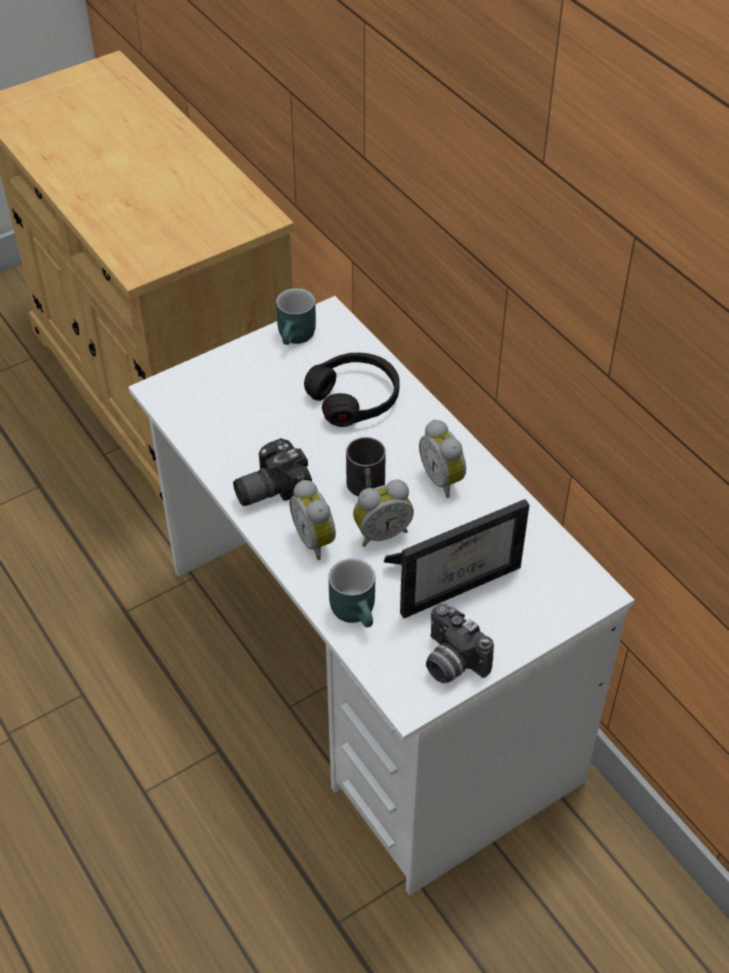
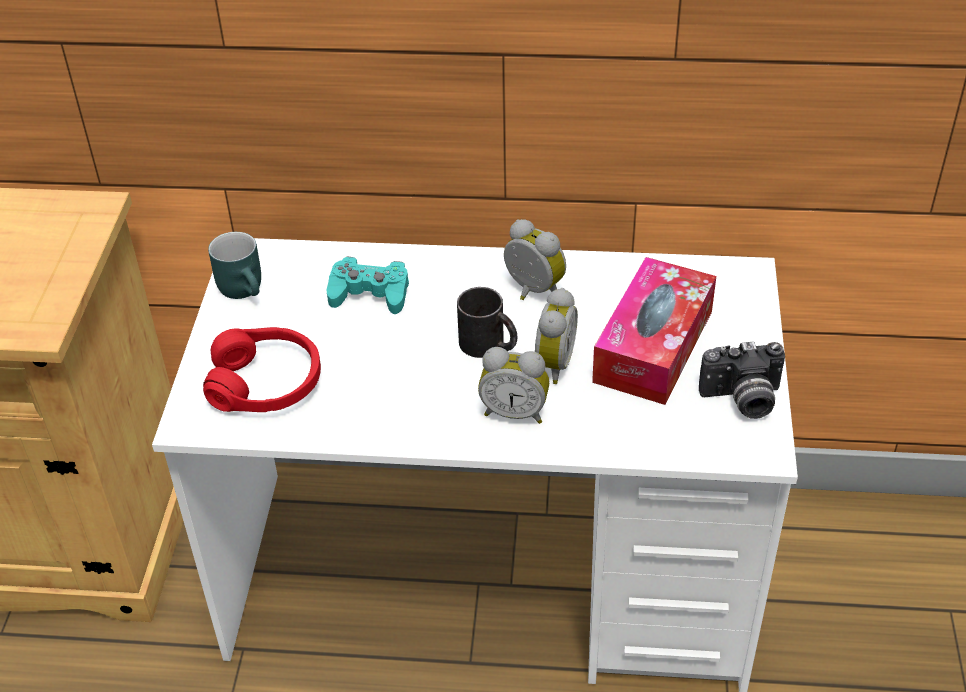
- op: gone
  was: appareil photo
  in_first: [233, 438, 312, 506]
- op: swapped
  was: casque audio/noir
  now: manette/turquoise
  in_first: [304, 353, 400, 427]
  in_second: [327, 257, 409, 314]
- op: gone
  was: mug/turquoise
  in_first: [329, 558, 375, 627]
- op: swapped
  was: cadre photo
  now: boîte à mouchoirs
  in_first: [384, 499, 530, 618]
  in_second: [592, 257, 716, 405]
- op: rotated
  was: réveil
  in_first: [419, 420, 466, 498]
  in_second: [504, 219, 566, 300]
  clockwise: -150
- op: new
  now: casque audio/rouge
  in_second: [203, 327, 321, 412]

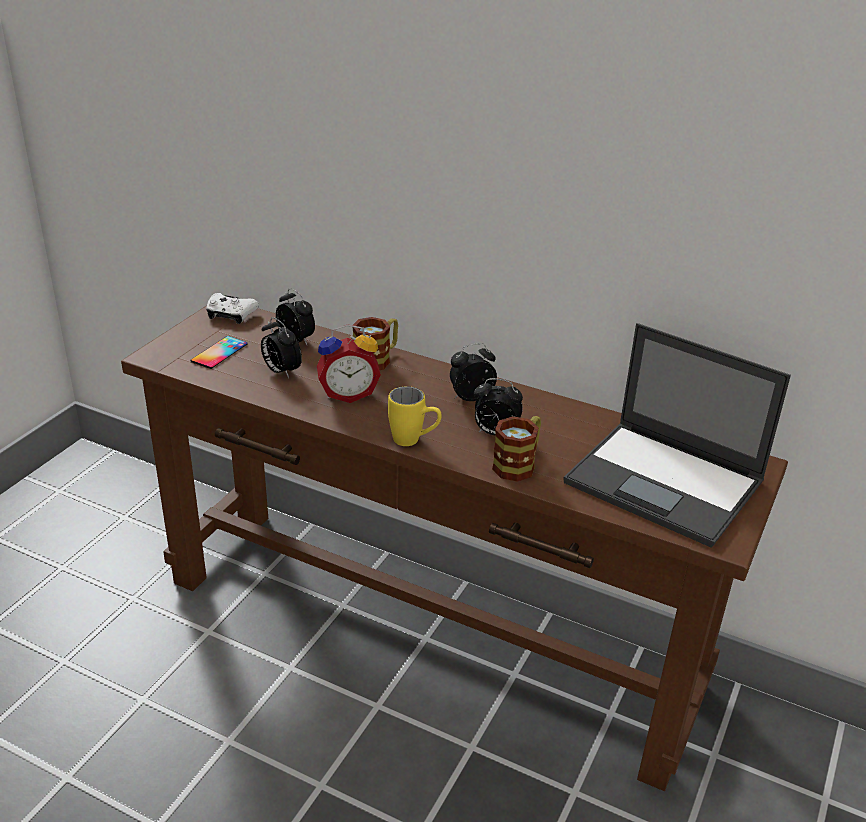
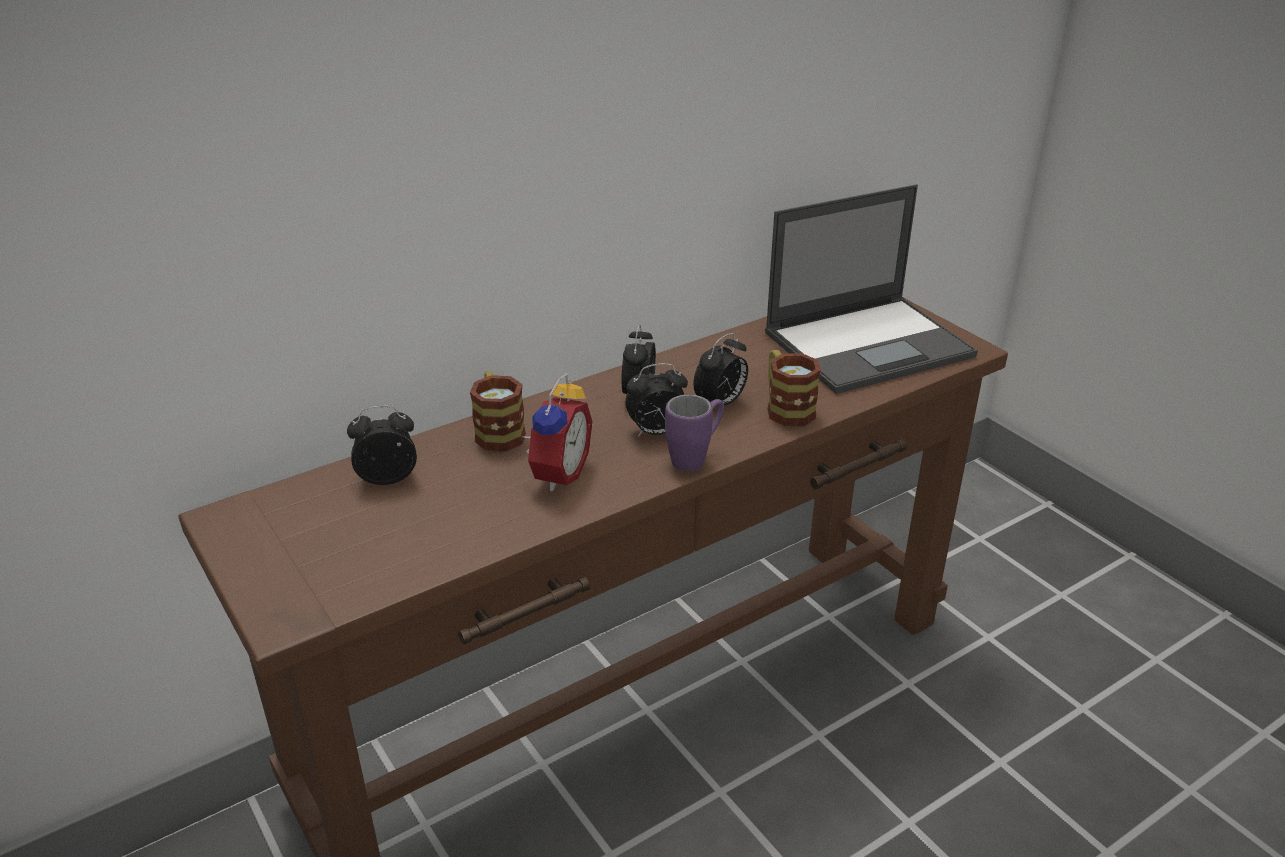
- op: gone
  was: téléphone
  in_first: [190, 336, 247, 369]
- op: gone
  was: manette/blanc
  in_first: [206, 293, 259, 324]
- op: shifted
  was: réveil
  in_first: [261, 317, 302, 378]
  in_second: [626, 363, 688, 437]
- op: repainted
  was: mug/jaune
  now: mug/violet
  in_first: [388, 386, 441, 446]
  in_second: [665, 394, 724, 471]

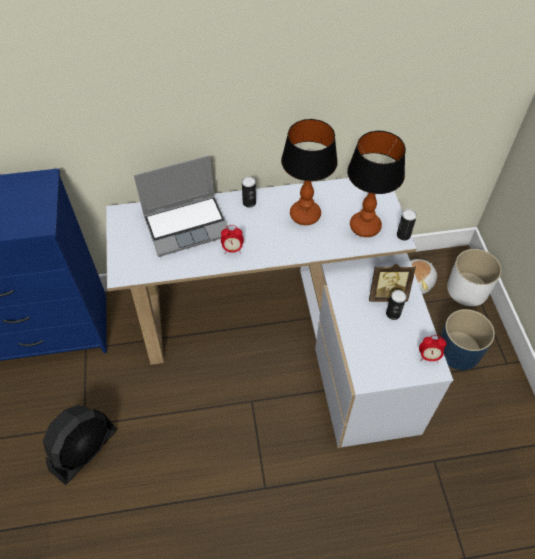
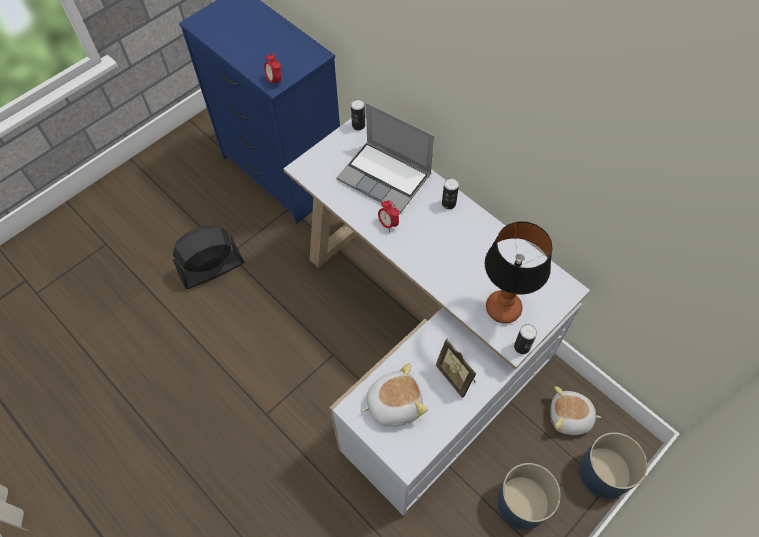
- op: rotated
  was: ventilateur/noir
  in_first: [43, 405, 117, 485]
  in_second: [173, 224, 244, 289]
  clockwise: 150
- op: gone
  was: lampe de table
  in_first: [281, 119, 338, 225]
- op: shifted
  was: boîte métallique
  in_first: [386, 290, 406, 320]
  in_second: [351, 99, 365, 130]
- op: shifted
  was: réveil
  in_first: [419, 335, 446, 362]
  in_second: [264, 53, 281, 88]
- op: repainted
  was: cache-pot/blanc
  now: cache-pot/bleu
  in_first: [447, 249, 502, 306]
  in_second: [579, 432, 647, 499]
- op: new
  now: peluche
  in_second: [361, 363, 428, 426]

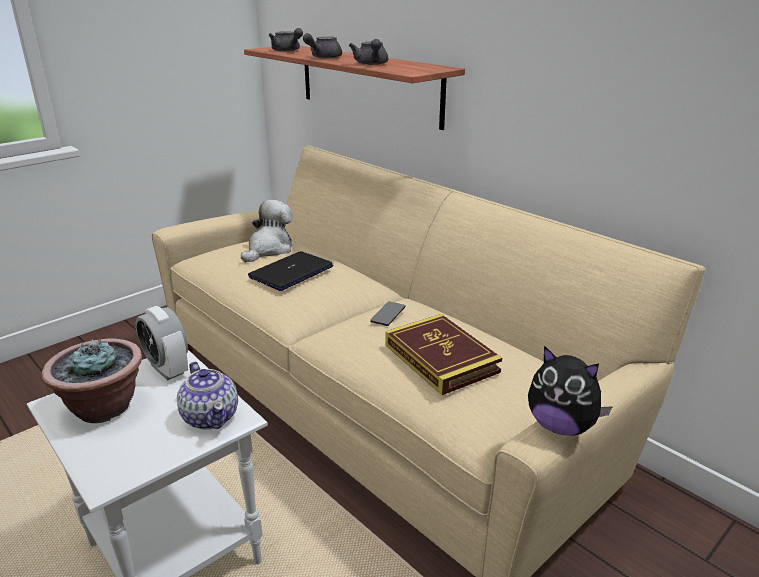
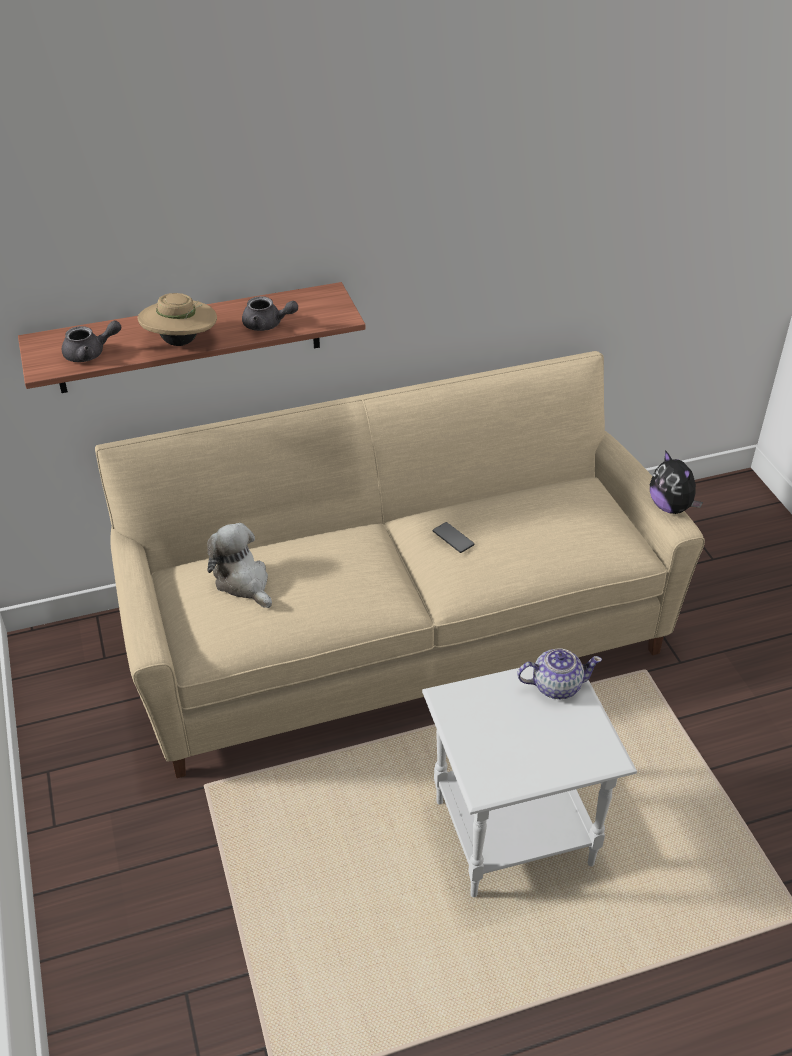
- op: gone
  was: plante en pot
  in_first: [42, 338, 142, 423]
- op: gone
  was: réveil
  in_first: [135, 306, 188, 381]
- op: gone
  was: ordinateur portable
  in_first: [248, 251, 333, 291]
- op: swapped
  was: théière/gris
  now: chapeau/beige
  in_first: [303, 33, 342, 58]
  in_second: [138, 293, 217, 346]
- op: gone
  was: livre
  in_first: [386, 314, 502, 395]
- op: rotated
  was: peluche
  in_first: [528, 346, 613, 436]
  in_second: [650, 450, 703, 514]
  clockwise: 90

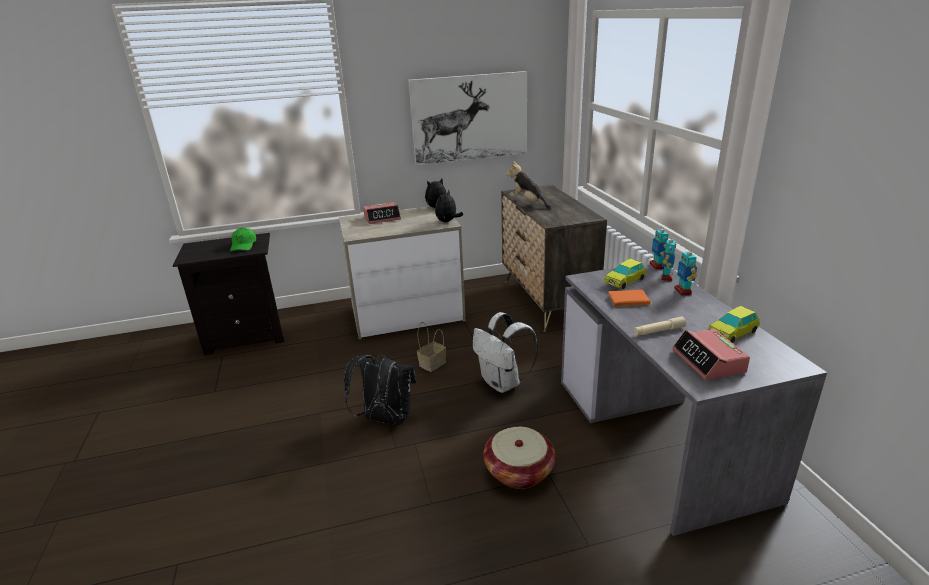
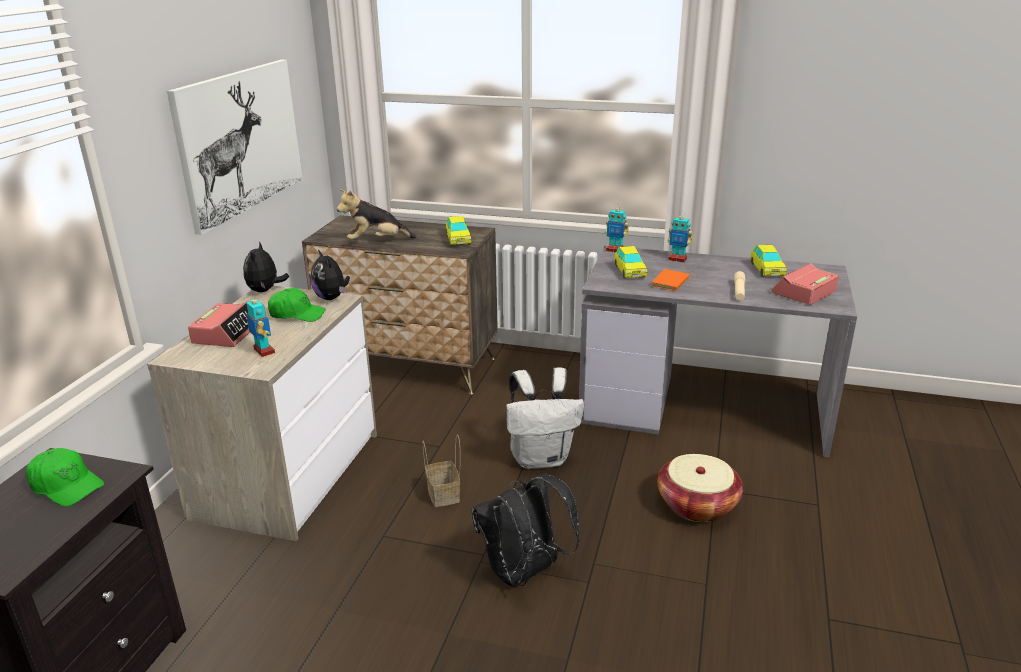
- op: shifted
  was: robot jouet
  in_first: [662, 236, 676, 281]
  in_second: [246, 294, 275, 357]
- op: rotated
  was: réveil
  in_first: [672, 329, 750, 380]
  in_second: [771, 263, 839, 305]
  clockwise: 120
- op: new
  now: casquette/vert
  in_second: [268, 288, 326, 322]
- op: new
  now: petite voiture
  in_second: [446, 216, 471, 246]

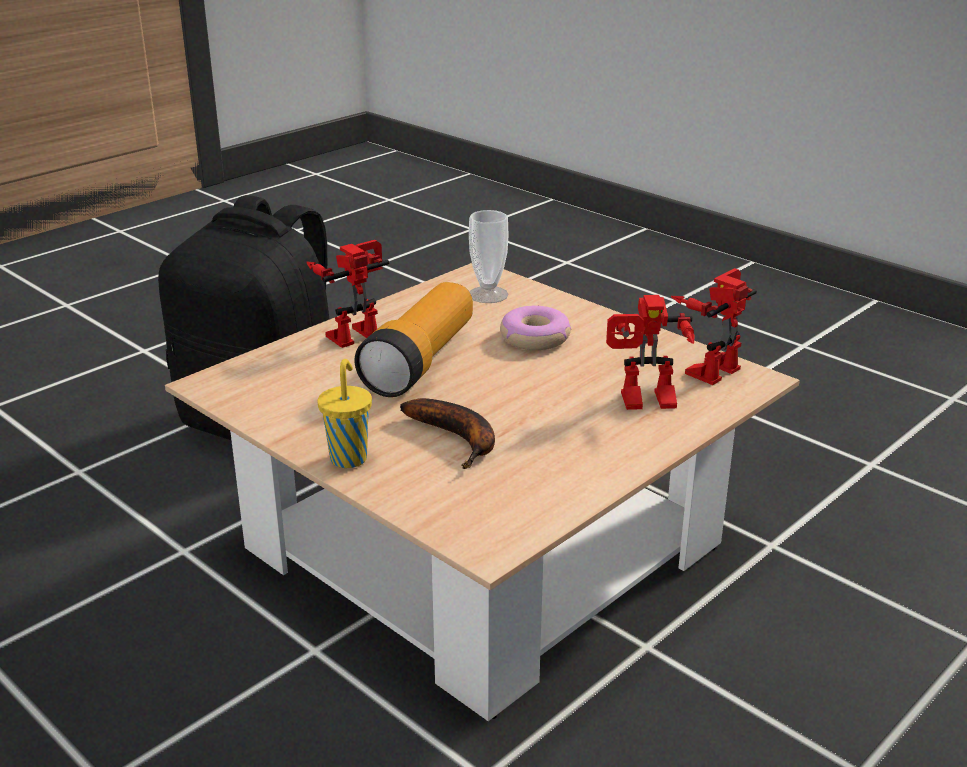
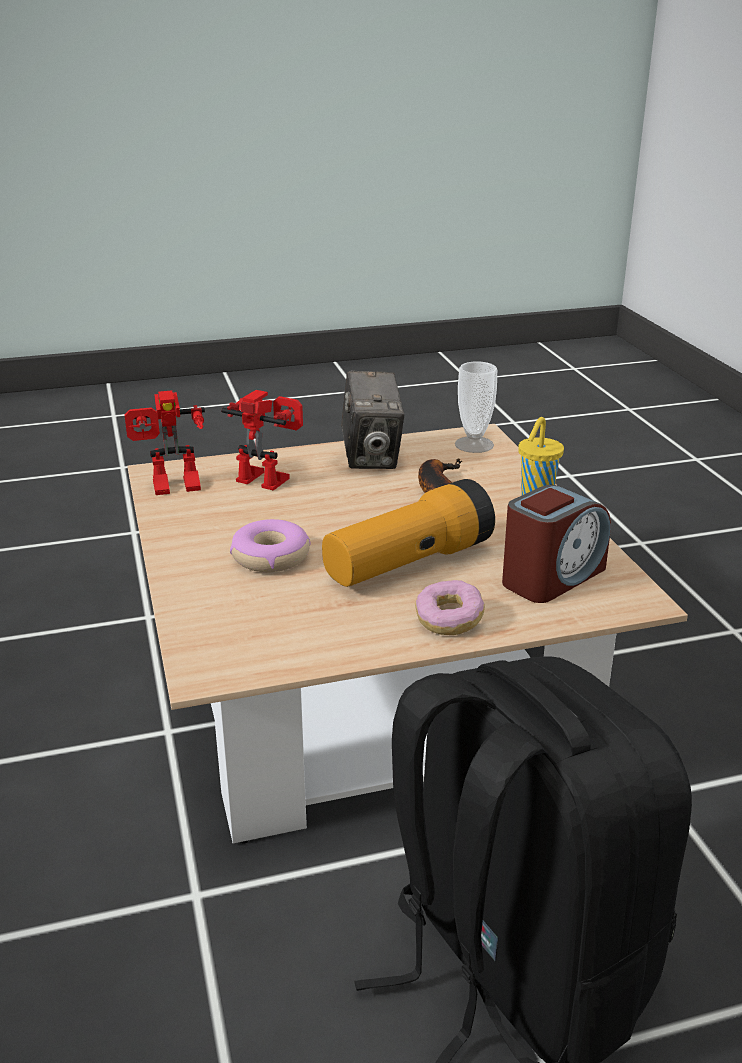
- op: swapped
  was: robot jouet
  now: beignet
  in_first: [306, 240, 389, 348]
  in_second: [415, 580, 485, 635]
- op: shifted
  was: tasse
  in_first: [469, 210, 509, 303]
  in_second: [455, 361, 497, 453]
- op: new
  now: appareil photo
  in_second: [341, 370, 405, 469]
- op: new
  now: réveil
  in_second: [502, 484, 611, 603]

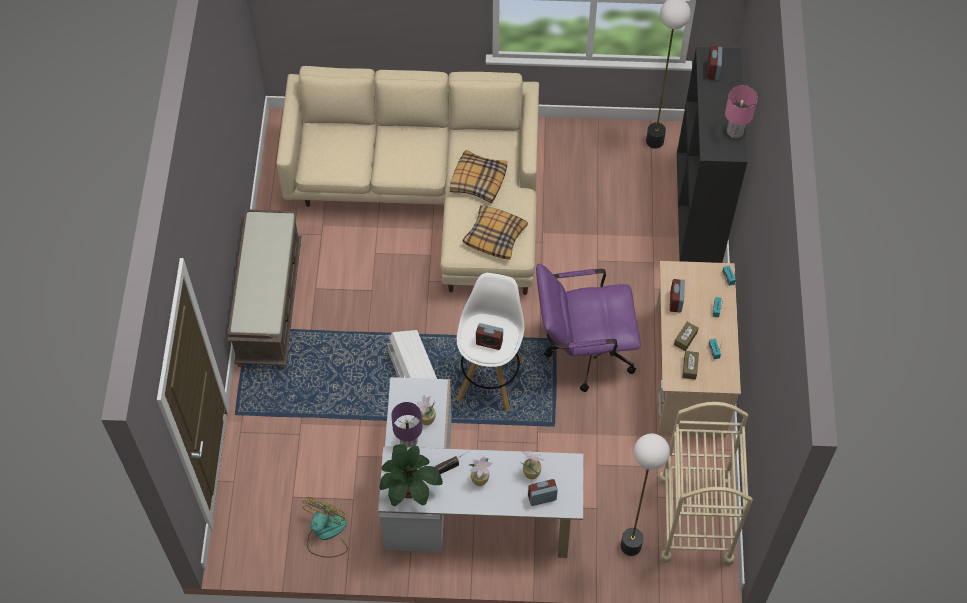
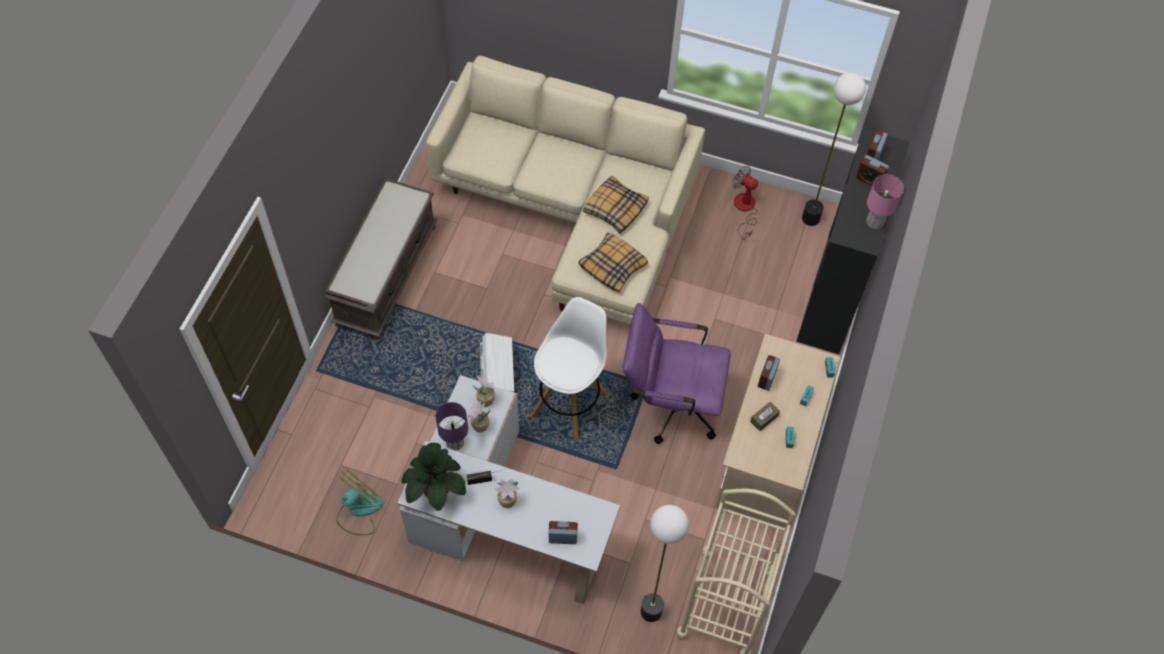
- op: shifted
  was: réveil
  in_first: [476, 323, 503, 350]
  in_second: [856, 155, 889, 186]
- op: shifted
  was: plante en pot
  in_first: [520, 451, 544, 479]
  in_second: [472, 376, 495, 407]
- op: gone
  was: boîte à mouchoirs/marron
  in_first: [682, 351, 699, 380]
- op: new
  now: ventilateur
  in_second: [732, 165, 758, 240]

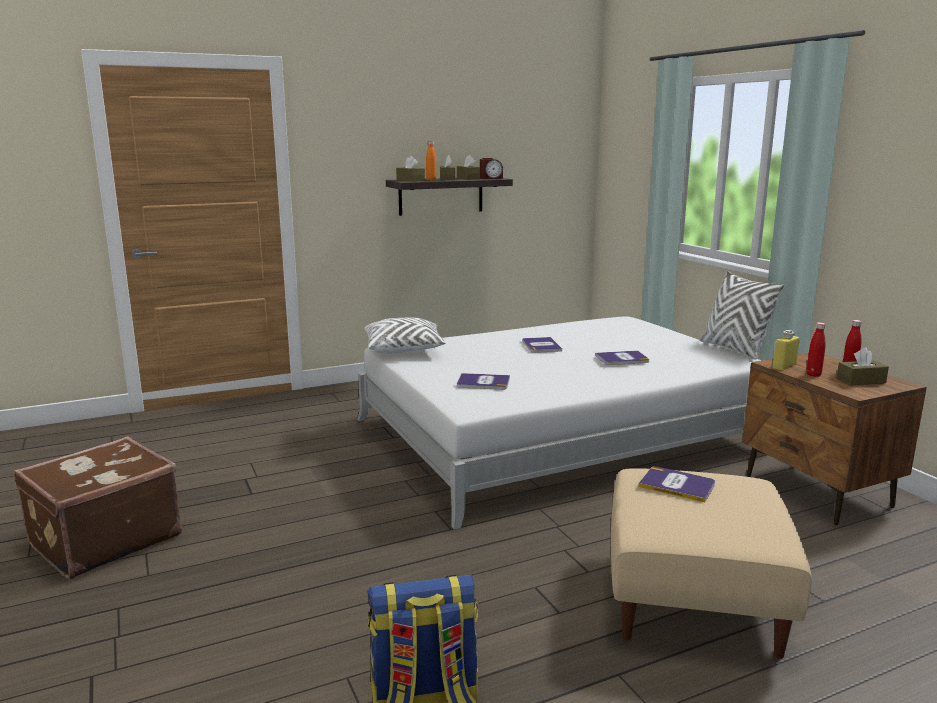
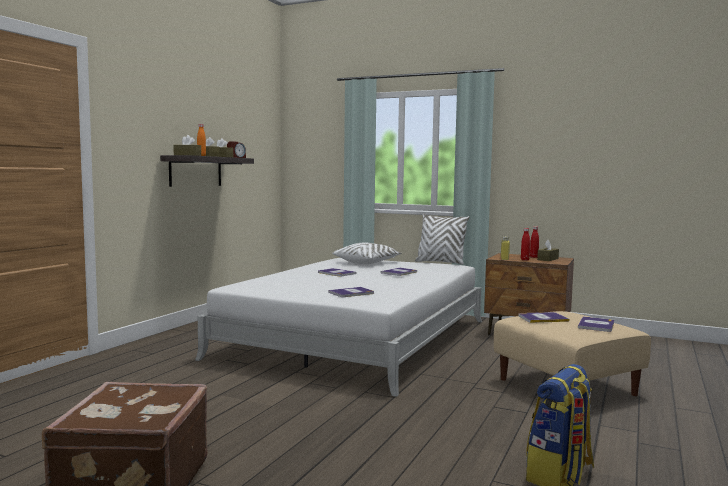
- op: shifted
  was: coussin/blanc
  in_first: [364, 318, 446, 354]
  in_second: [332, 242, 402, 264]
- op: new
  now: livre
  in_second: [578, 316, 614, 332]

